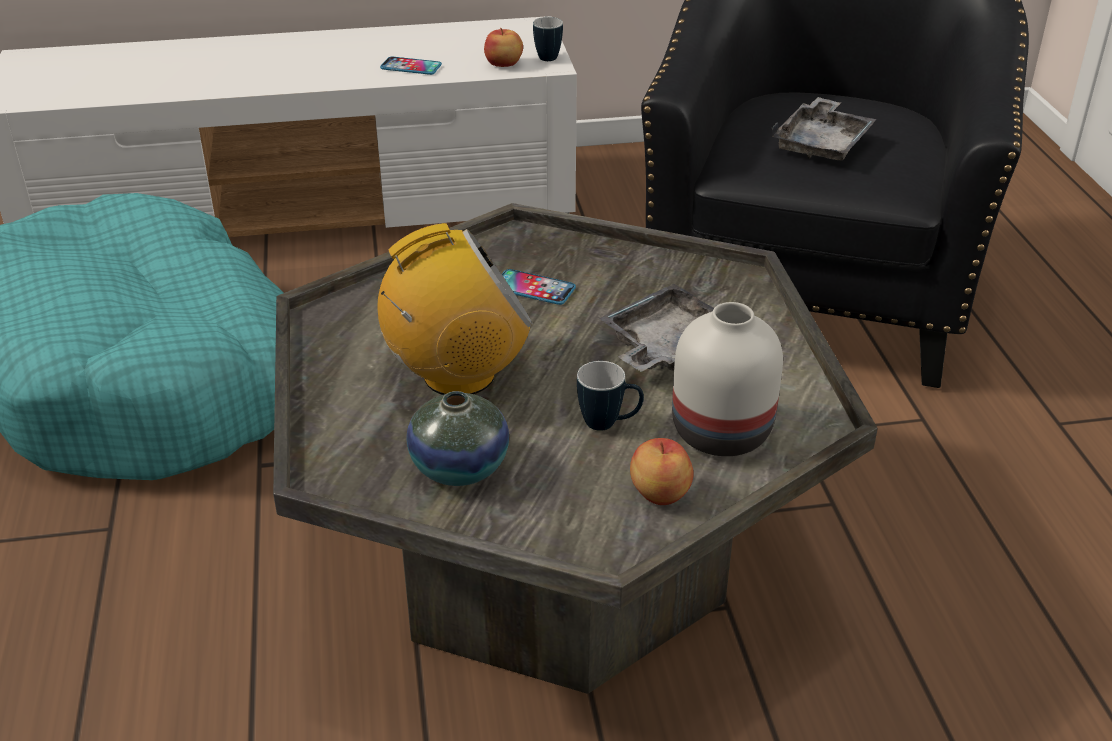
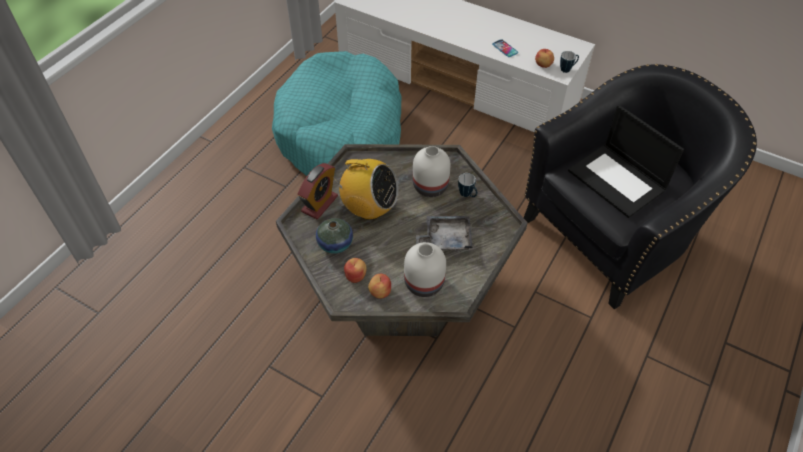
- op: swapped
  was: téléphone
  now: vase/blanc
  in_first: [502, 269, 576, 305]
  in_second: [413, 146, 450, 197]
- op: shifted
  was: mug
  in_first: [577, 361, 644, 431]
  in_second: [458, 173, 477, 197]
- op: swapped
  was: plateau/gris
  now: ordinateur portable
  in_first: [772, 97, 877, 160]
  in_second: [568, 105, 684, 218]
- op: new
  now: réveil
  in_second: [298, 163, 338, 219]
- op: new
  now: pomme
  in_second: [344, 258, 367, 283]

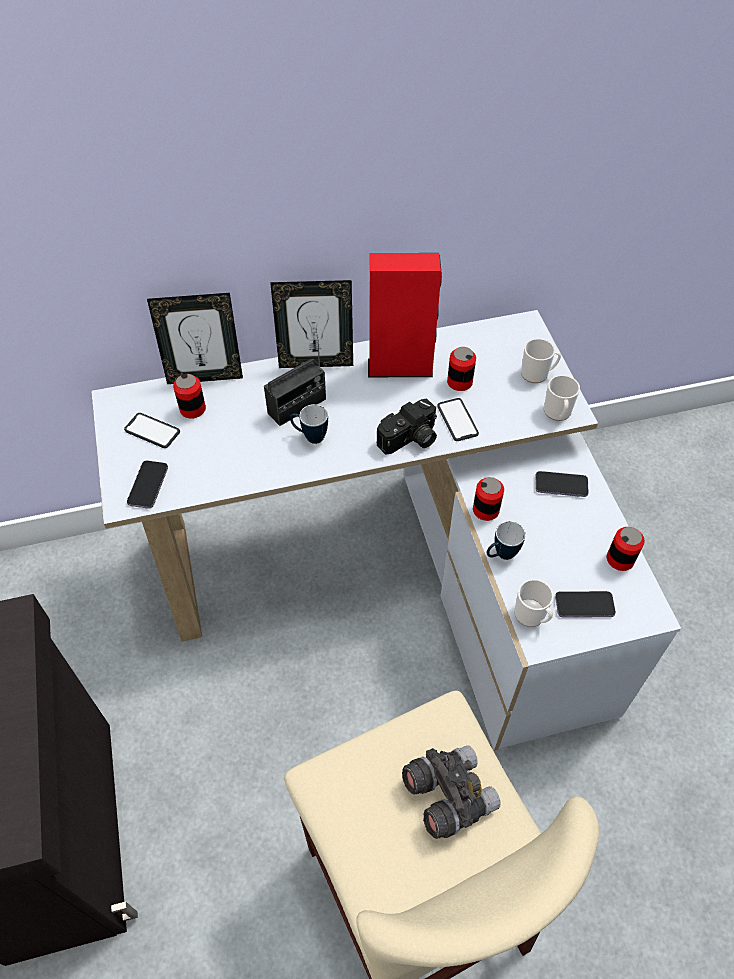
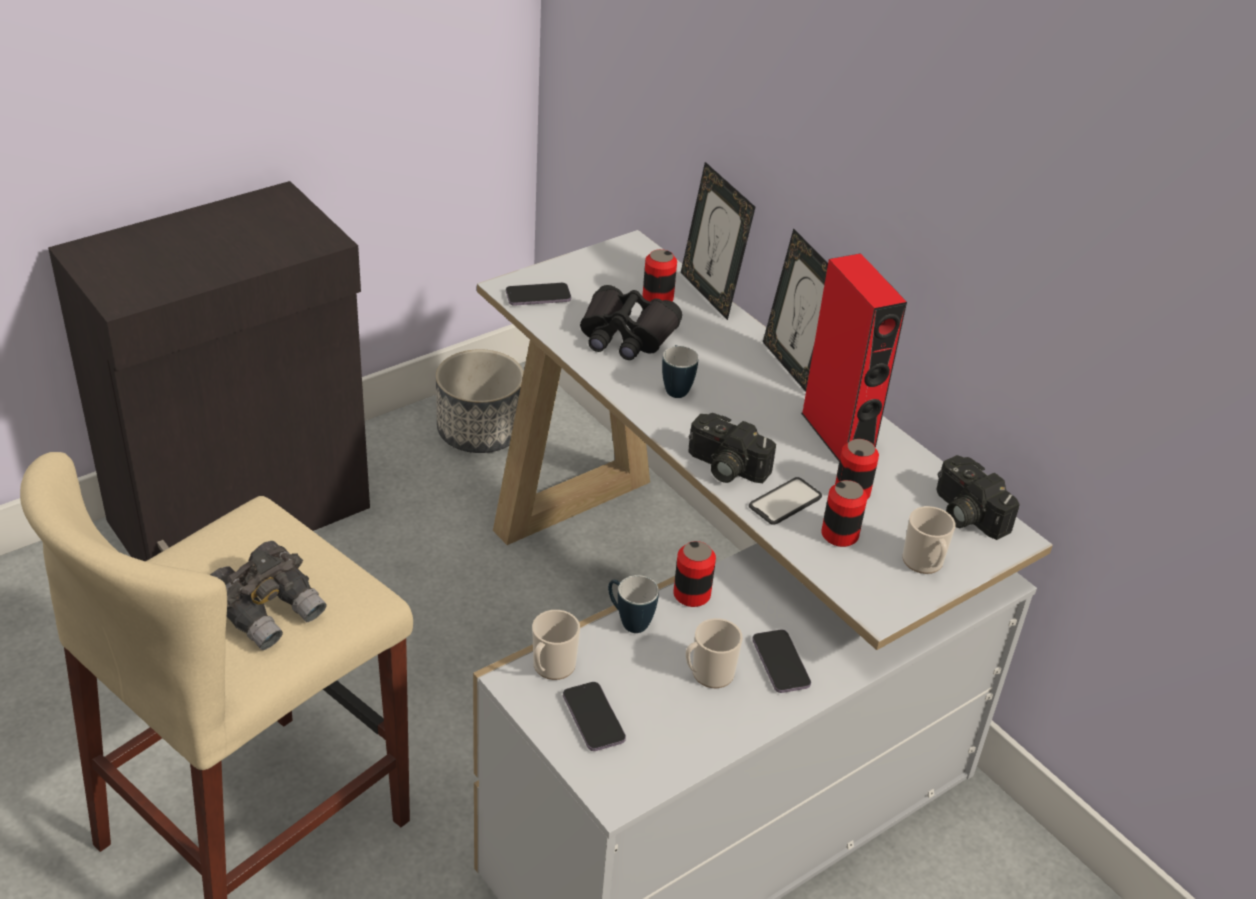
- op: gone
  was: téléphone
  in_first: [124, 413, 180, 448]
- op: gone
  was: radio
  in_first: [264, 337, 326, 426]
- op: shifted
  was: mug
  in_first: [544, 375, 580, 421]
  in_second: [685, 618, 743, 688]
- op: shifted
  was: boîte métallique
  in_first: [607, 527, 645, 571]
  in_second: [821, 480, 867, 547]
- op: new
  now: cache-pot
  in_second: [436, 349, 524, 453]
- op: new
  now: jumelles/noir
  in_second: [580, 285, 682, 360]
- op: new
  now: appareil photo
  in_second: [936, 455, 1020, 540]

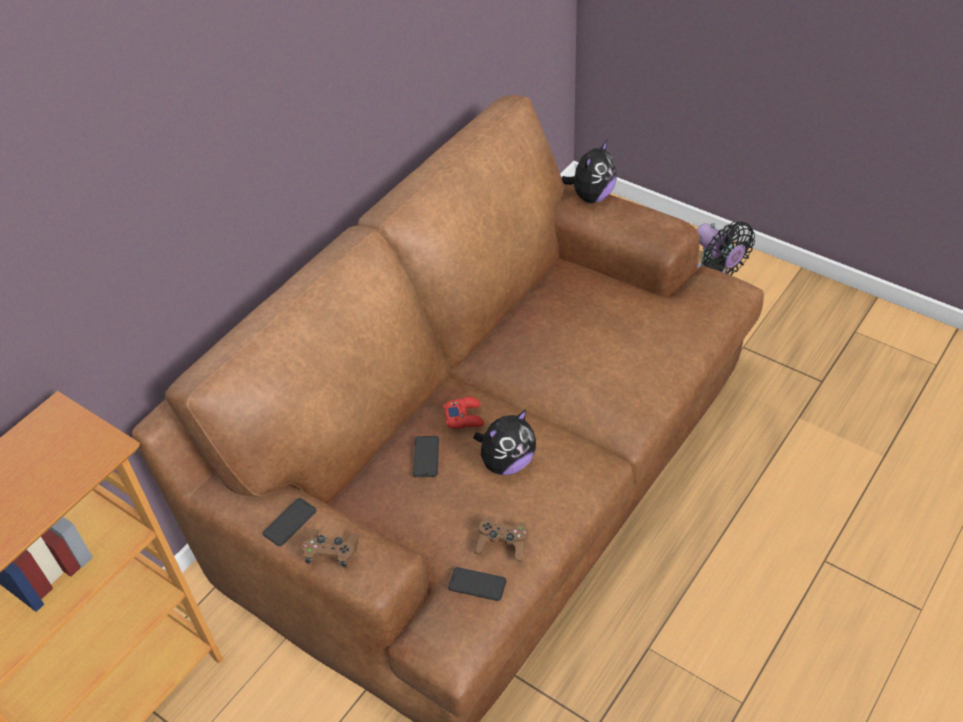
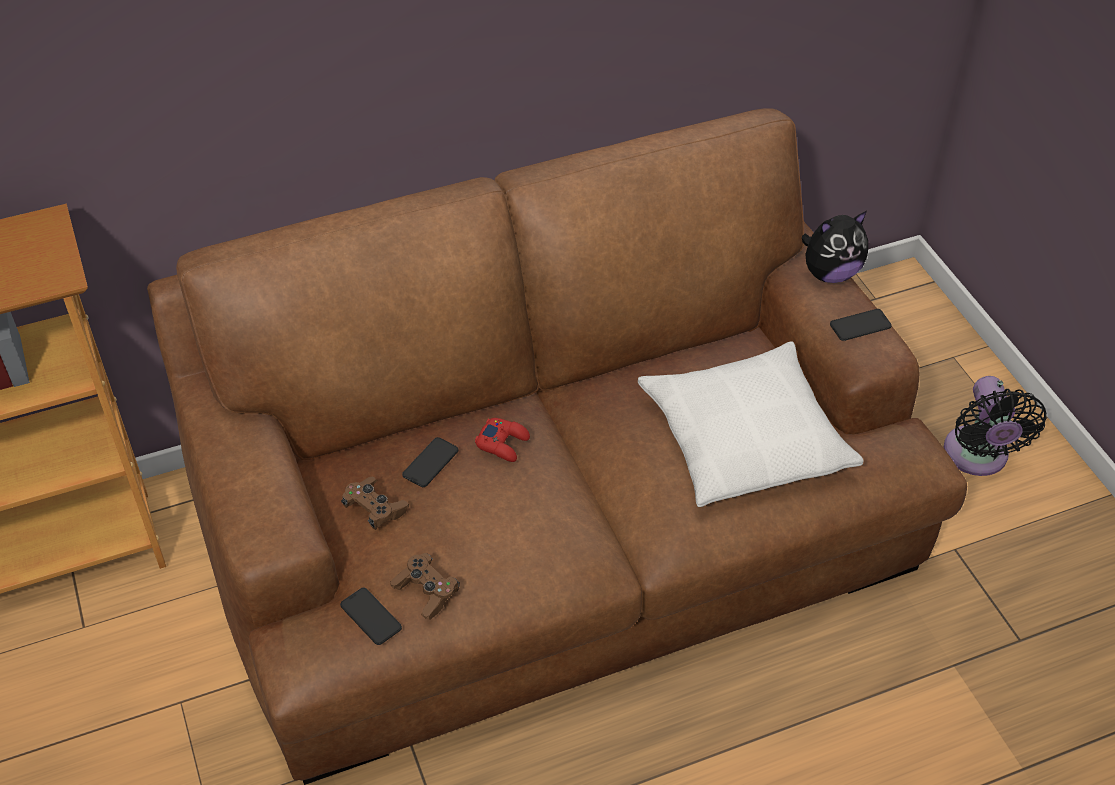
- op: shifted
  was: téléphone
  in_first: [263, 498, 316, 546]
  in_second: [830, 309, 892, 341]
- op: shifted
  was: manette/marron
  in_first: [302, 529, 360, 568]
  in_second: [341, 477, 409, 530]
- op: gone
  was: peluche
  in_first: [473, 410, 536, 475]
- op: new
  now: coussin/blanc
  in_second: [638, 341, 864, 507]

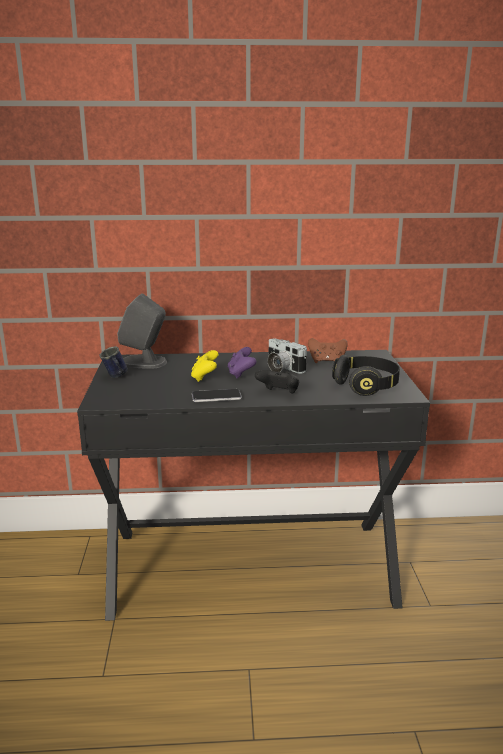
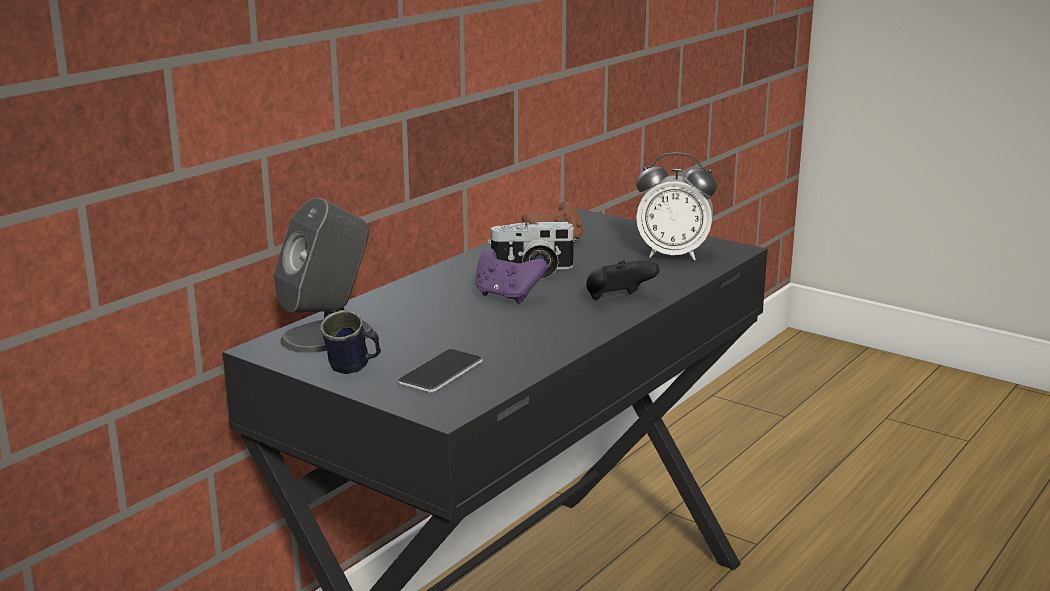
- op: gone
  was: manette/jaune
  in_first: [191, 350, 218, 382]
- op: shifted
  was: téléphone
  in_first: [192, 389, 242, 402]
  in_second: [398, 349, 483, 393]
- op: swapped
  was: casque audio/noir
  now: réveil
  in_first: [332, 355, 400, 396]
  in_second: [636, 153, 717, 261]

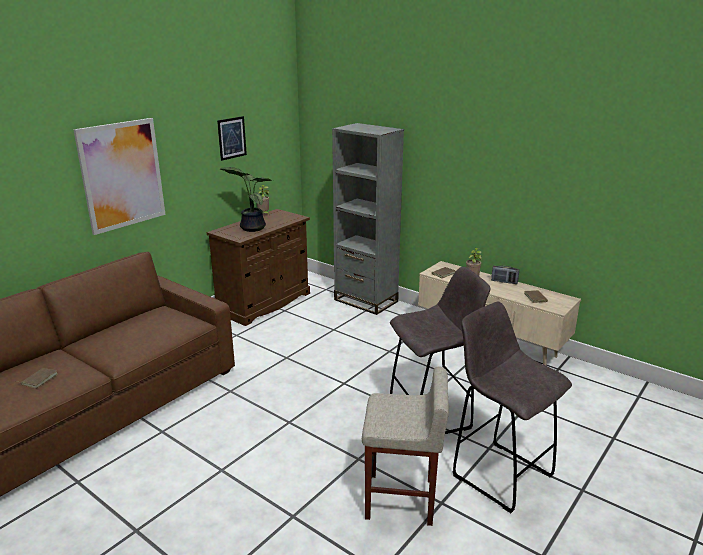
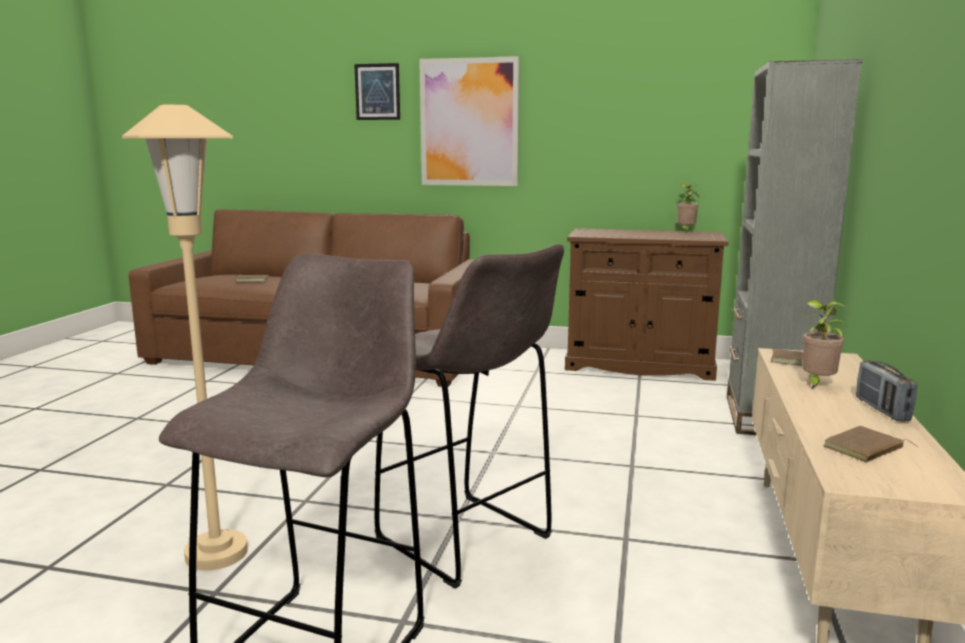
- op: shifted
  was: tableau
  in_first: [217, 116, 247, 161]
  in_second: [354, 63, 400, 120]
- op: gone
  was: plante en pot
  in_first: [220, 167, 273, 232]
- op: swapped
  was: tabouret/beige
  now: lampadaire/beige
  in_first: [362, 367, 449, 526]
  in_second: [122, 104, 248, 570]

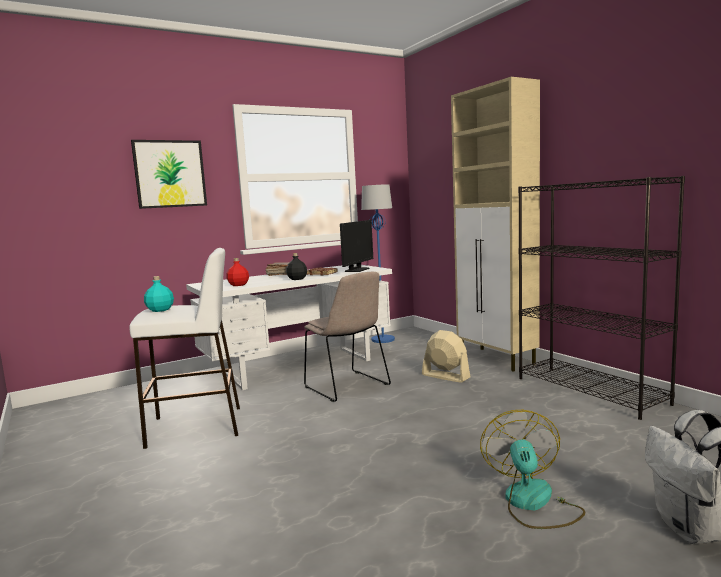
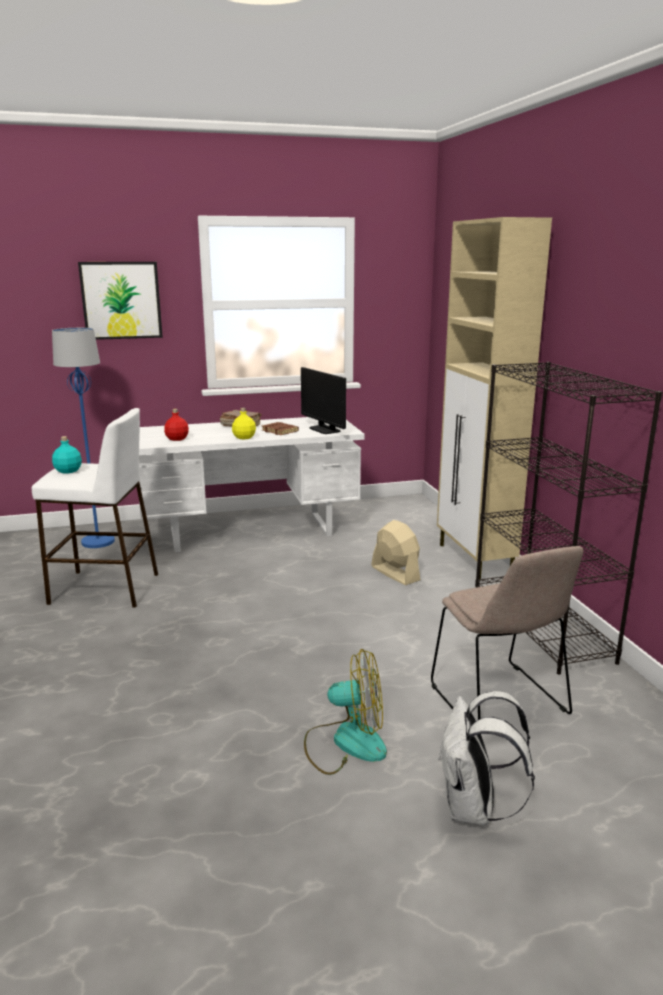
- op: repainted
  was: bouteille/noir
  now: bouteille/jaune
  in_first: [286, 253, 307, 280]
  in_second: [232, 408, 256, 439]
- op: shifted
  was: chaise/beige
  in_first: [304, 272, 391, 402]
  in_second: [431, 546, 583, 720]
- op: rotated
  was: écran d'ordinateur
  in_first: [340, 220, 373, 272]
  in_second: [301, 367, 346, 434]
  clockwise: 105
- op: shifted
  was: lampadaire/bleu
  in_first: [361, 184, 395, 343]
  in_second: [52, 328, 115, 548]
- op: rotated
  was: ventilateur
  in_first: [480, 410, 585, 529]
  in_second: [304, 649, 387, 775]
  clockwise: 75

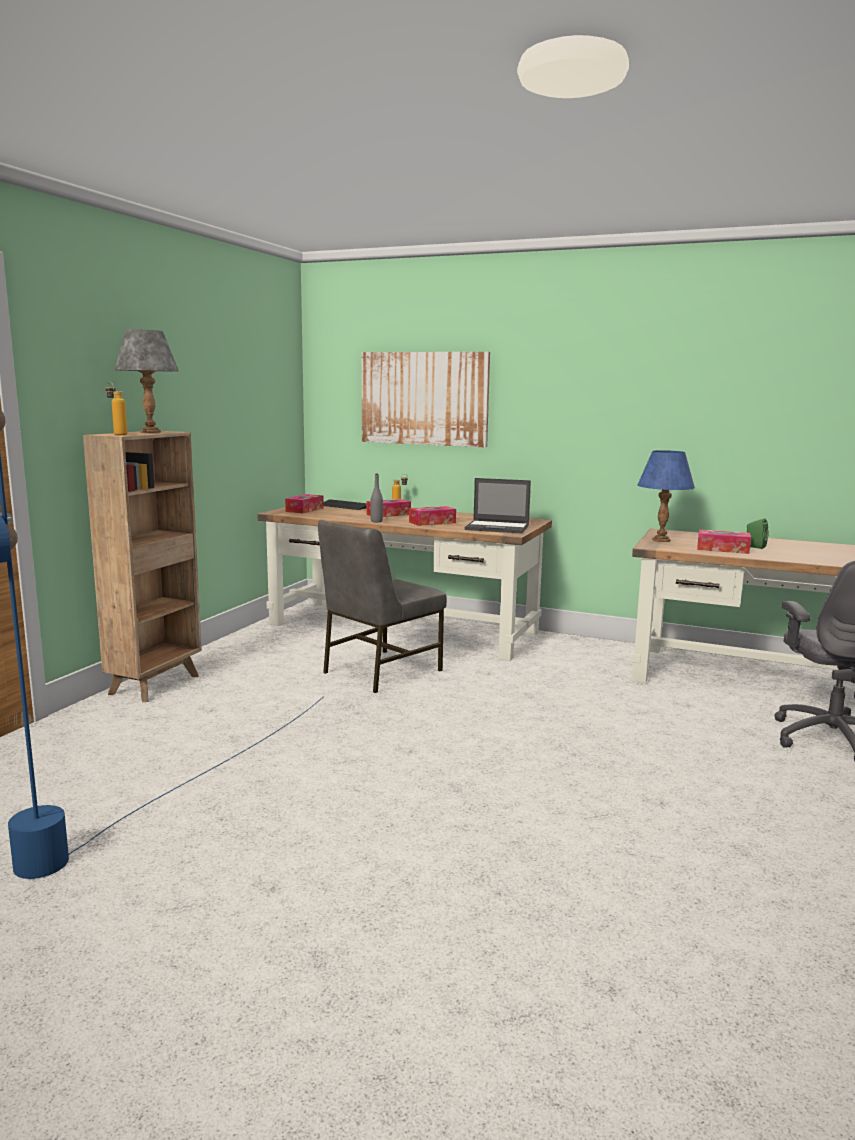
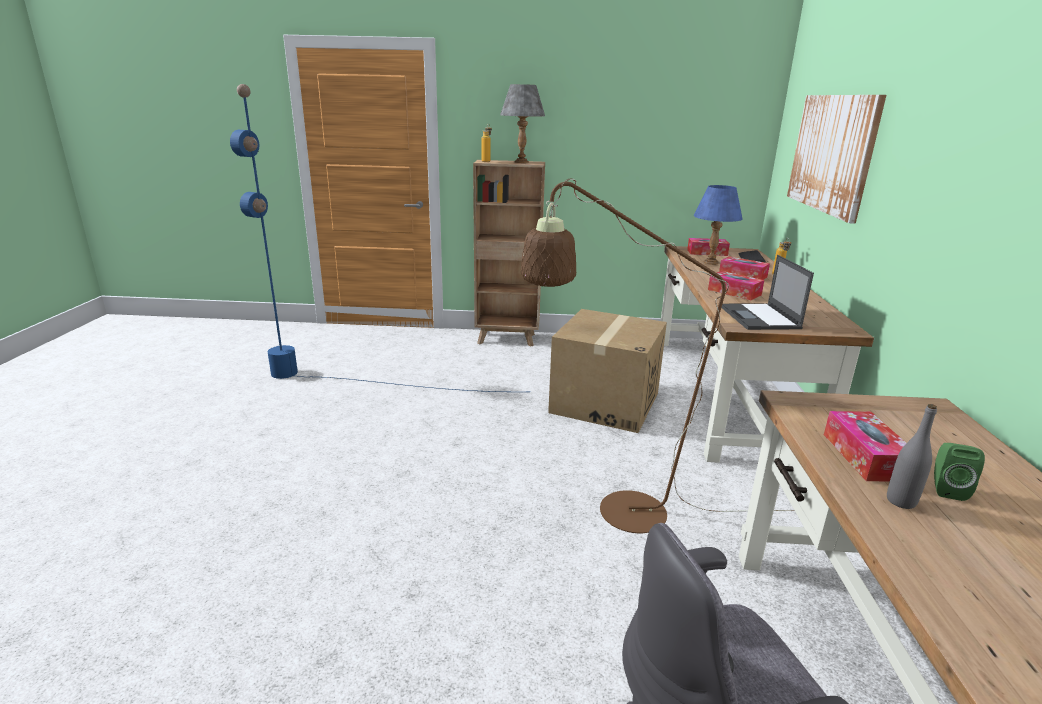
- op: swapped
  was: chaise/gris
  now: carton
  in_first: [318, 520, 447, 693]
  in_second: [548, 309, 667, 433]
- op: shifted
  was: bouteille/gris
  in_first: [370, 474, 383, 522]
  in_second: [887, 404, 937, 509]
- op: shifted
  was: lampe de table/bleu
  in_first: [637, 450, 695, 542]
  in_second: [694, 185, 742, 265]
- op: new
  now: lampadaire/marron
  in_second: [521, 179, 795, 533]

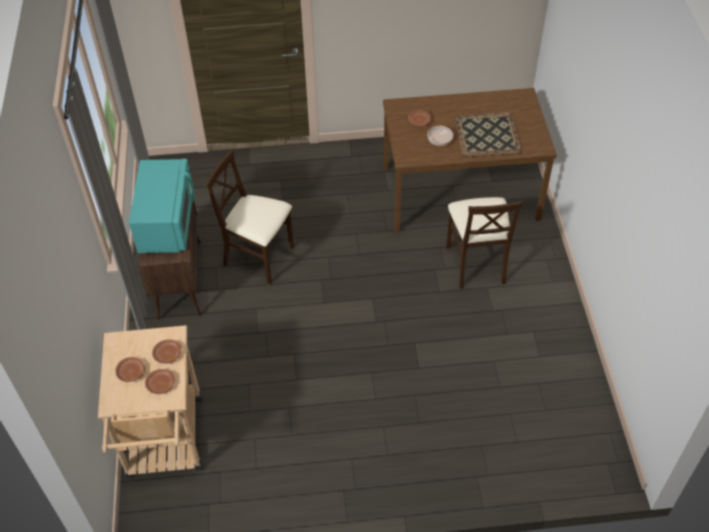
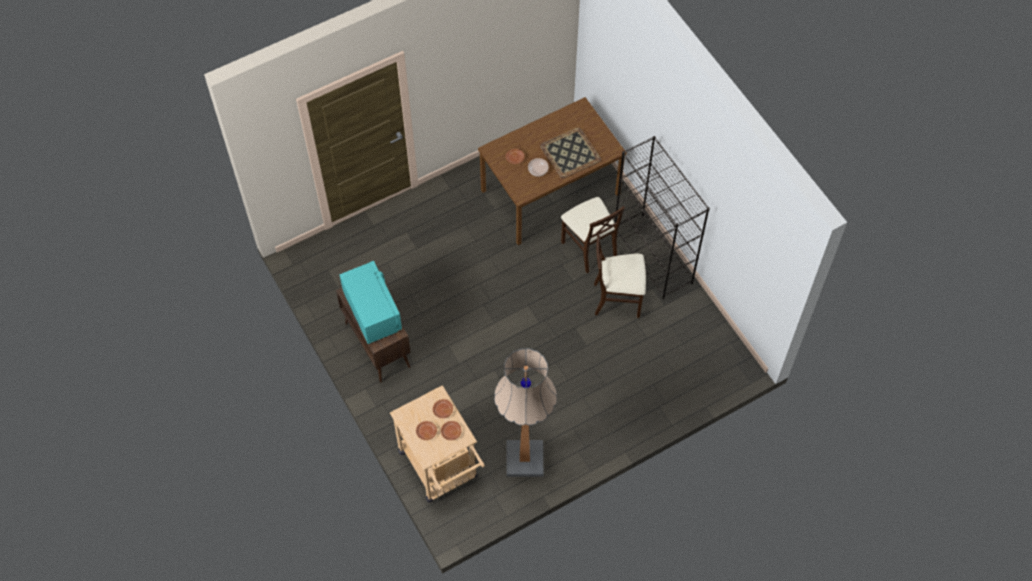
- op: shifted
  was: chaise/beige
  in_first: [206, 150, 294, 285]
  in_second: [594, 233, 646, 318]
- op: new
  now: lampadaire
  in_second: [494, 348, 557, 477]
- op: new
  now: bibliothèque/noir
  in_second: [615, 136, 710, 299]

